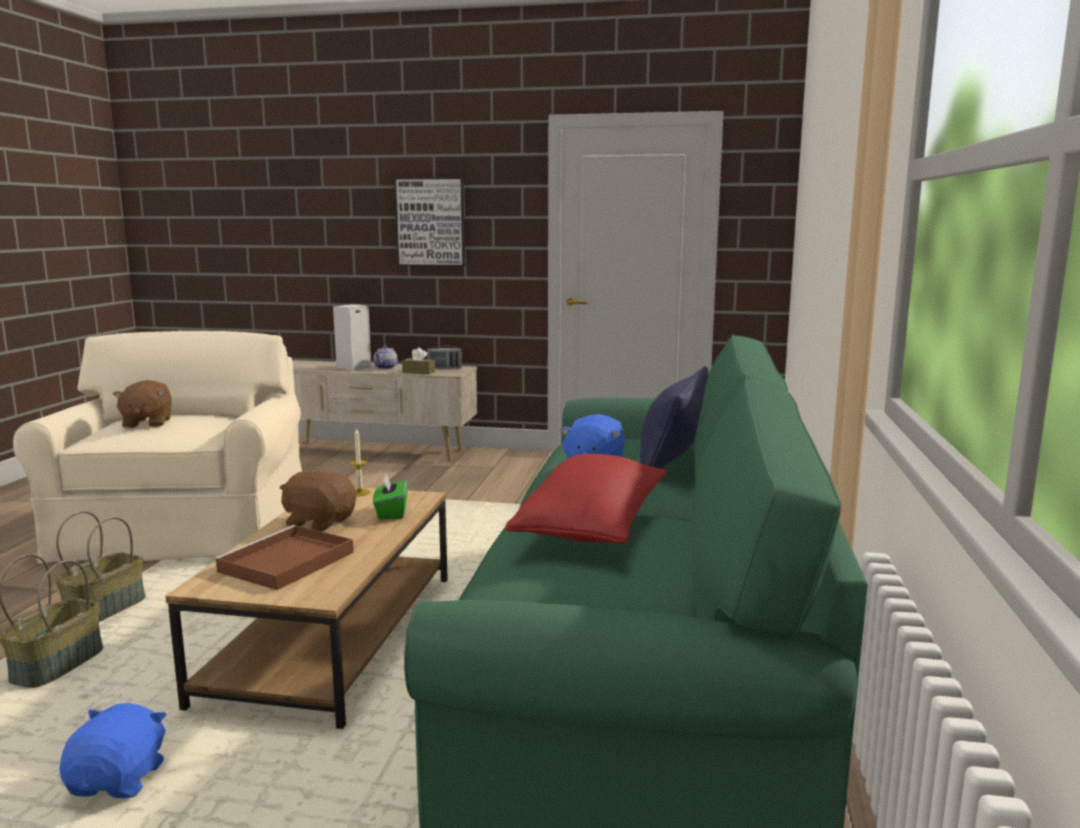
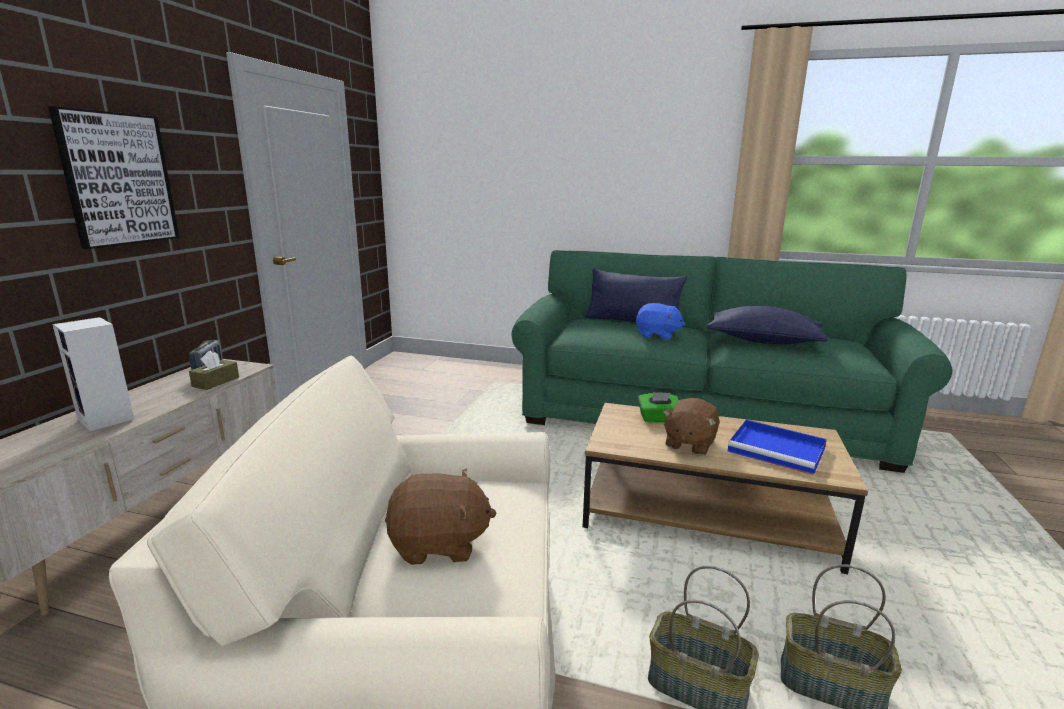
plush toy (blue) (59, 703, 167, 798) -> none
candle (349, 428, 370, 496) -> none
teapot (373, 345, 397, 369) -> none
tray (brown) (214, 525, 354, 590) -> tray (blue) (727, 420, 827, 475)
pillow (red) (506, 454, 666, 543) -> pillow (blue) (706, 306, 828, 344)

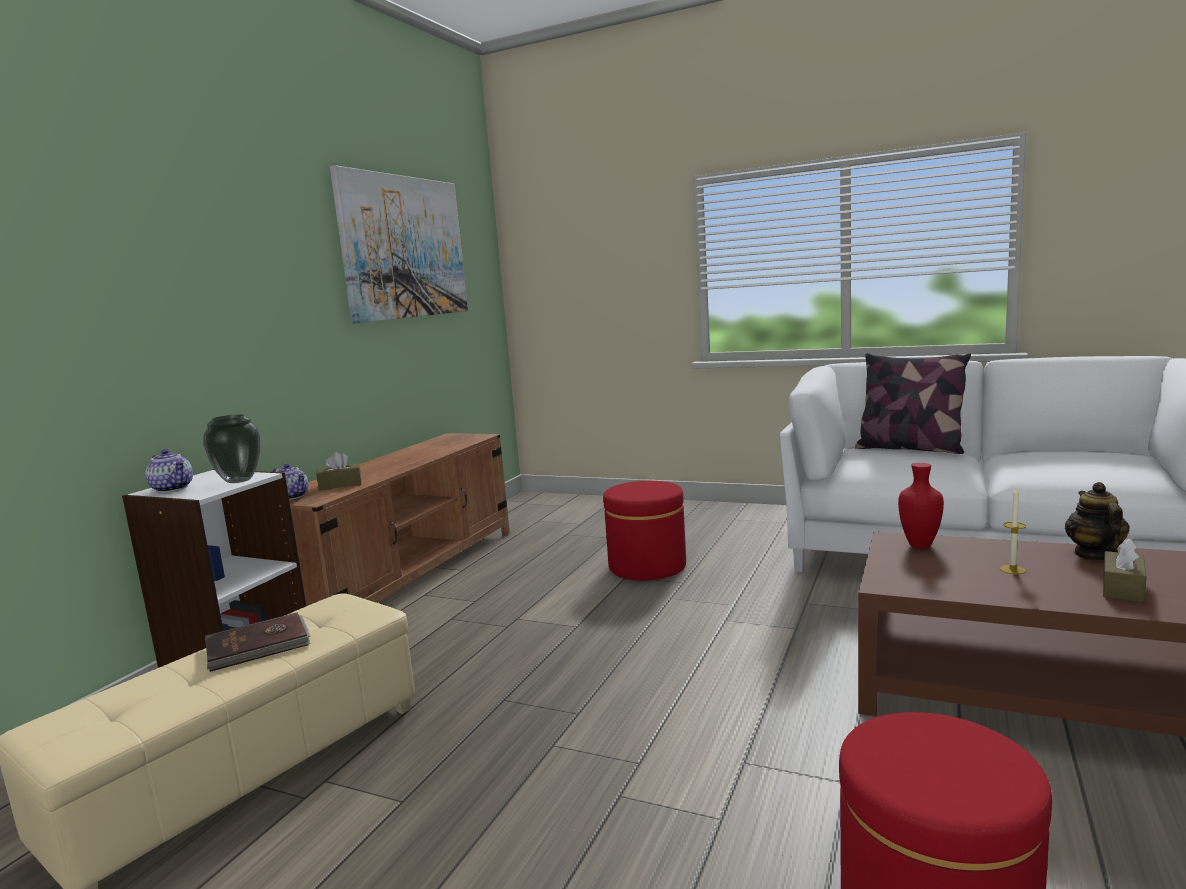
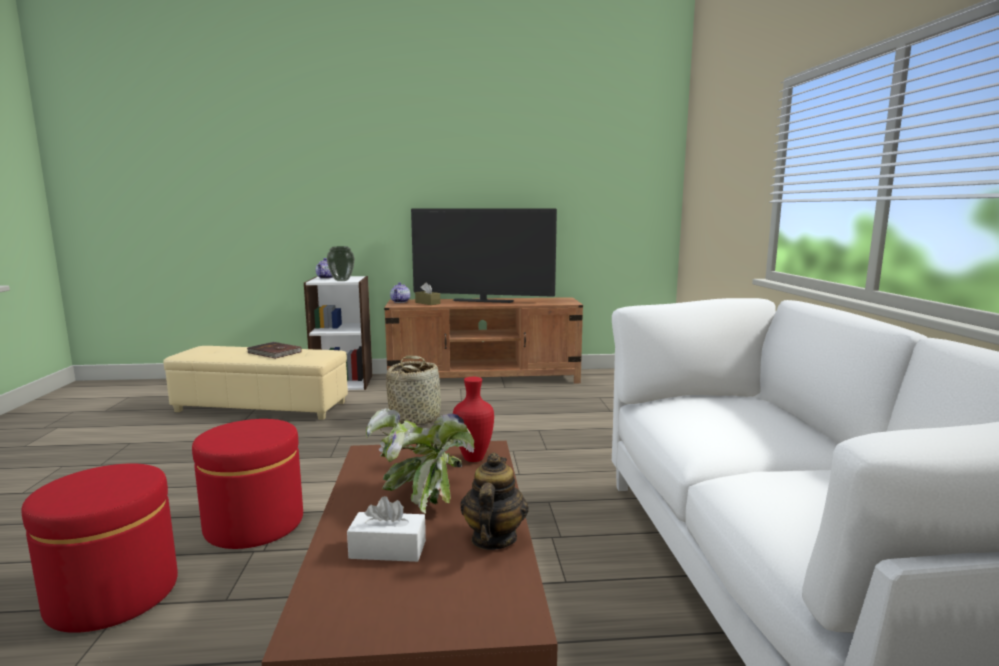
picture (330, 165, 468, 324) -> none
pillow (855, 353, 971, 454) -> none
none -> basket (386, 356, 441, 426)
none -> television (411, 208, 557, 303)
ottoman (red) (603, 481, 686, 581) -> ottoman (red) (192, 419, 303, 549), relocated
candle (1000, 486, 1026, 574) -> potted plant (366, 408, 474, 514)
tissue box (brown) (1103, 538, 1146, 603) -> tissue box (white) (347, 496, 426, 562)
teapot (1065, 482, 1130, 560) -> teapot (460, 452, 529, 550), 60 degrees counterclockwise

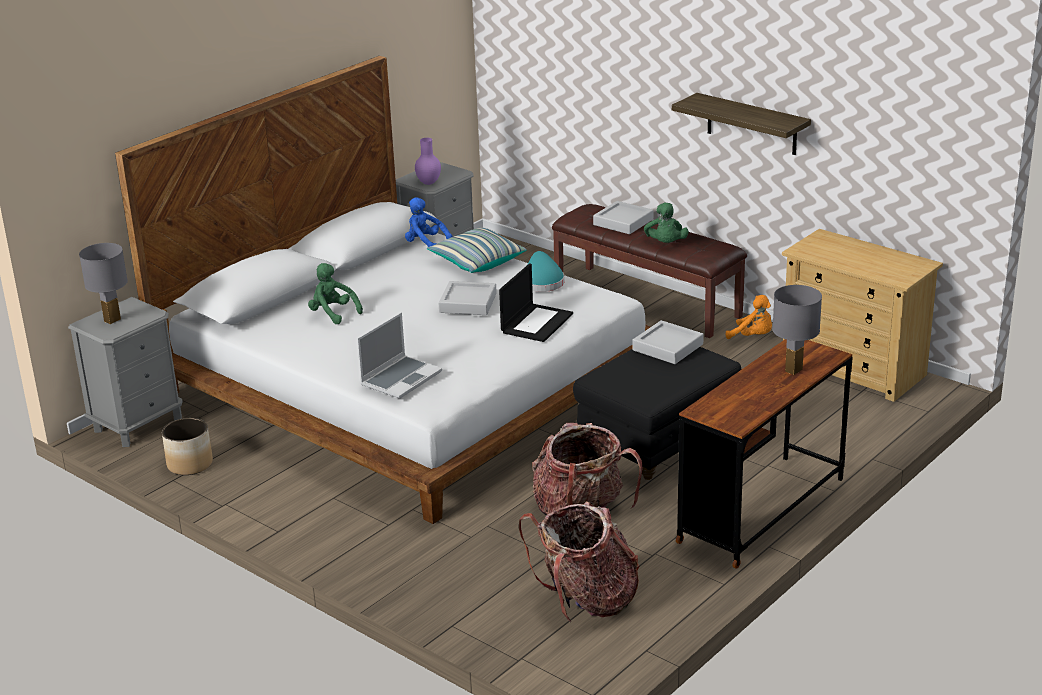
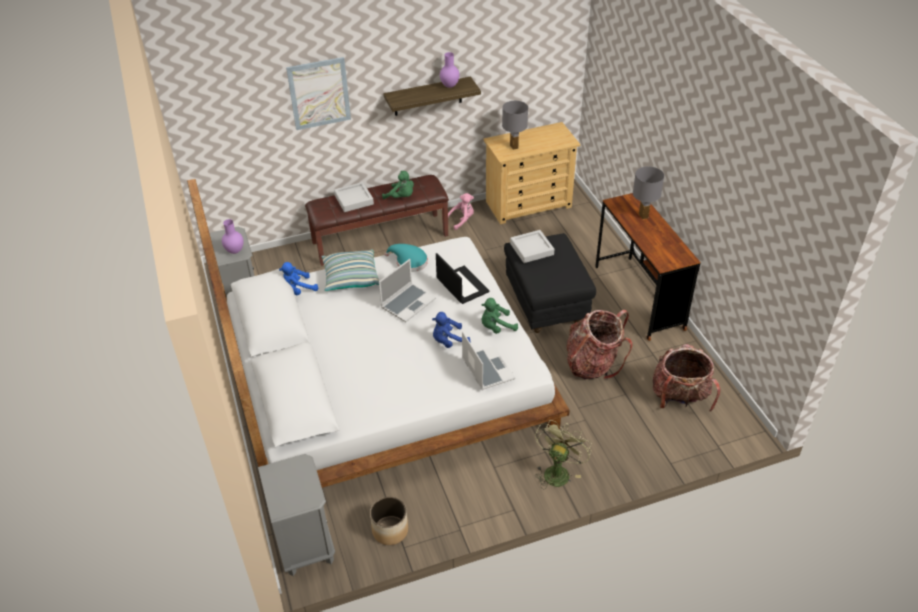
none -> picture (286, 57, 351, 130)
none -> plush toy (blue) (432, 312, 471, 348)
none -> vase (purple) (440, 52, 460, 88)
none -> fan (green) (535, 420, 591, 489)
table lamp (grey) (79, 243, 128, 324) -> table lamp (grey) (502, 101, 528, 150), relocated
plush toy (green) (308, 263, 363, 324) -> plush toy (green) (481, 298, 518, 334), relocated
tray (grey) (438, 281, 497, 315) -> laptop (379, 259, 436, 322)
plush toy (orange) (726, 295, 772, 339) -> plush toy (pink) (448, 193, 474, 230)

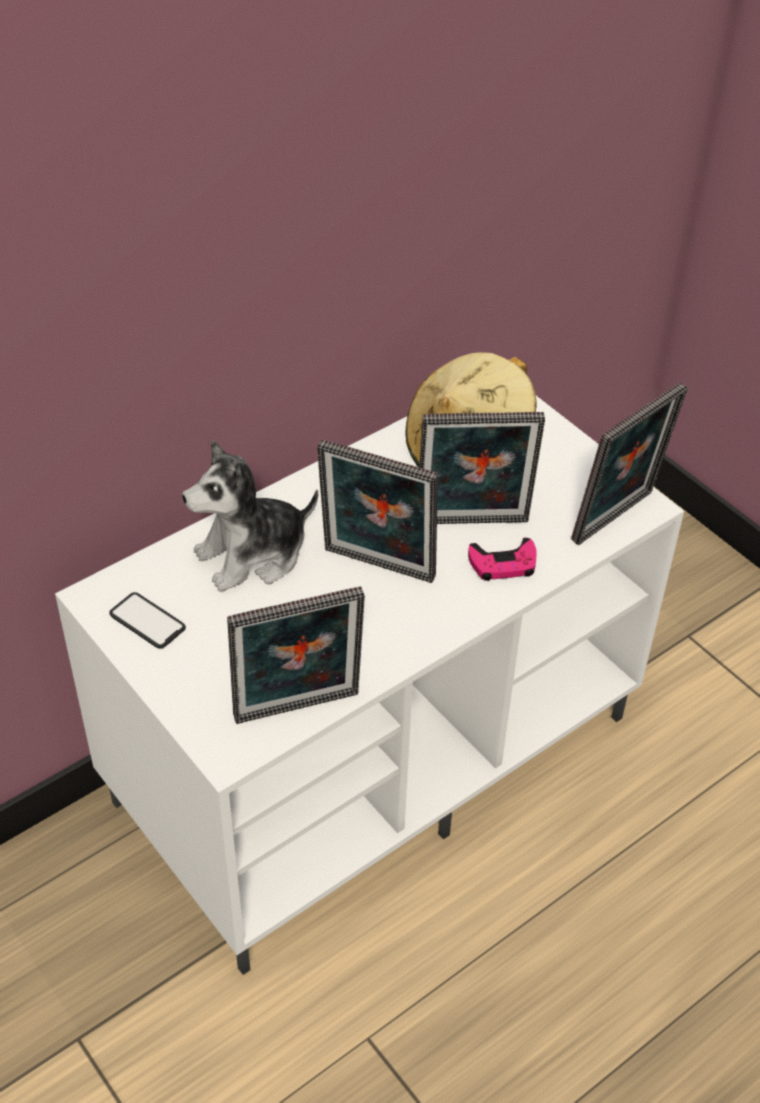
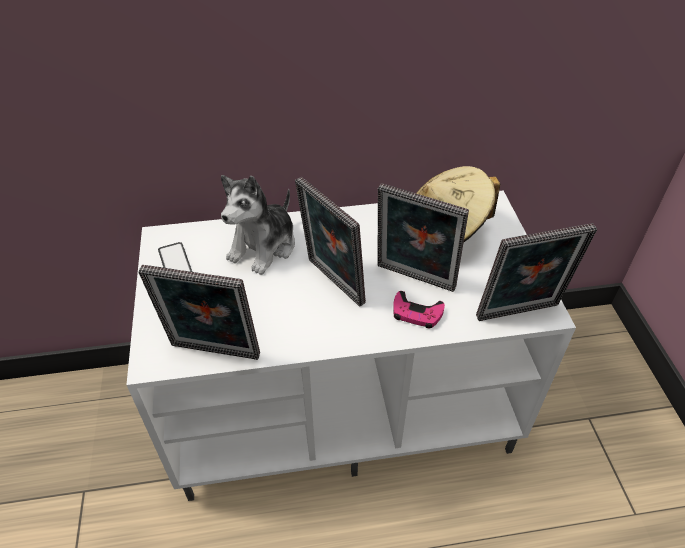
plush toy (182, 440, 318, 592) -> plush toy (221, 175, 295, 275), 60 degrees counterclockwise

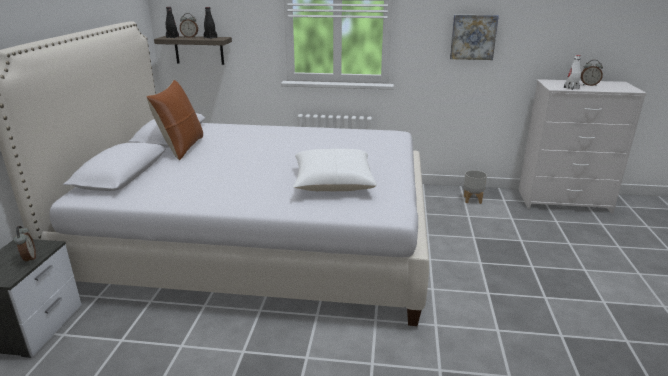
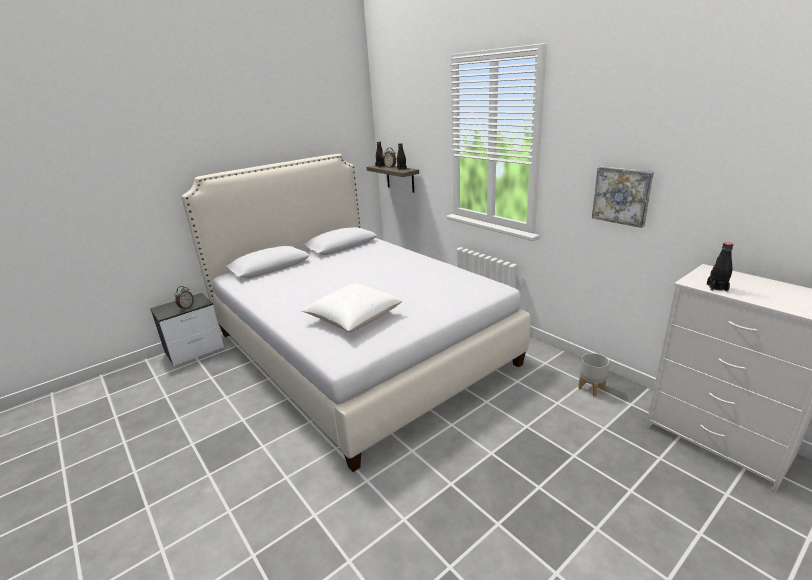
pillow (brown) (146, 80, 203, 160) -> none
alarm clock (581, 60, 603, 86) -> none
bottle (white) (564, 55, 581, 90) -> bottle (black) (707, 242, 733, 292)

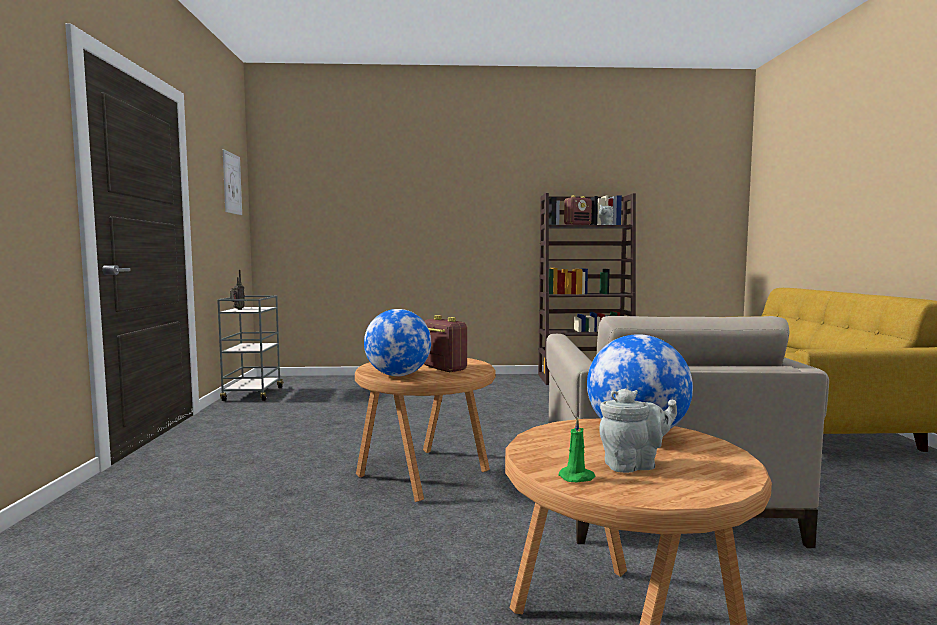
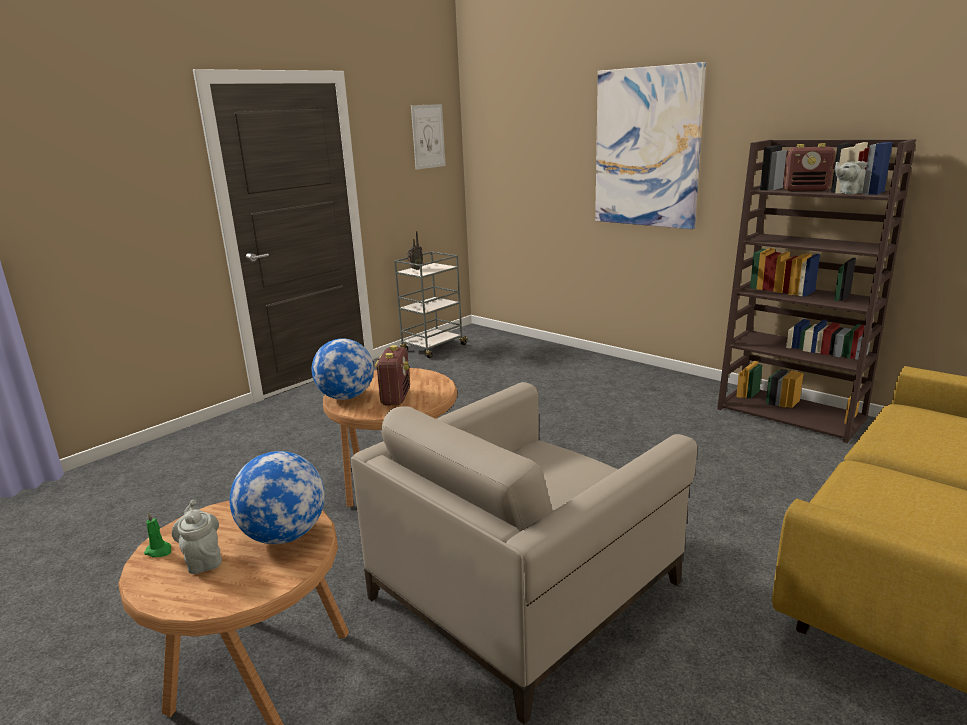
none -> picture (595, 62, 706, 229)
teapot (grey) (599, 388, 677, 473) -> teapot (grey) (172, 500, 222, 574), 150 degrees counterclockwise

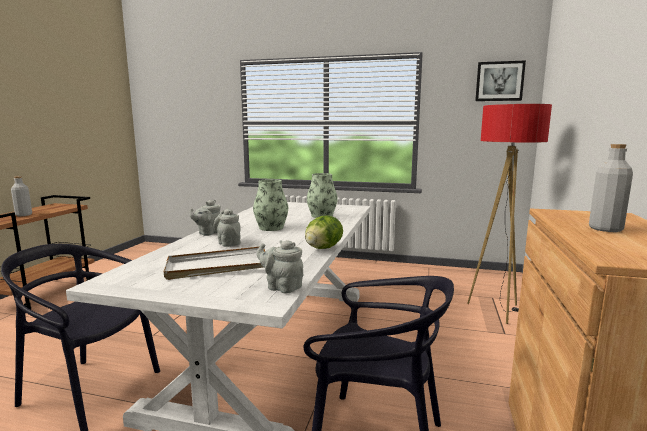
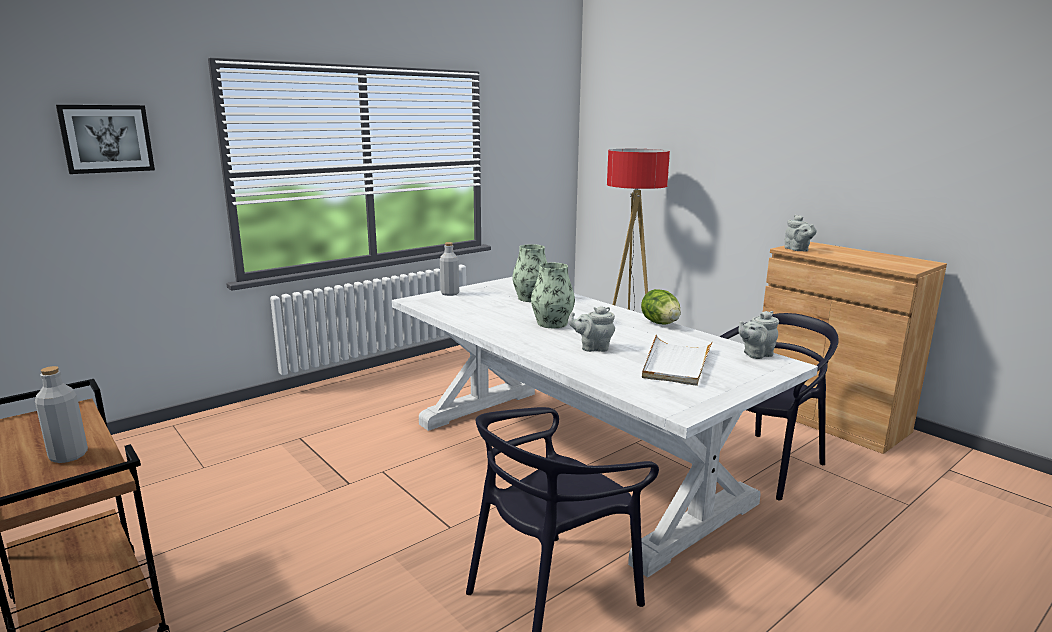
teapot (grey) (190, 200, 221, 236) -> teapot (grey) (784, 215, 817, 251), relocated
picture (475, 60, 526, 101) -> picture (56, 105, 155, 174), relocated
bottle (grey) (589, 144, 633, 232) -> bottle (grey) (440, 242, 459, 296), relocated

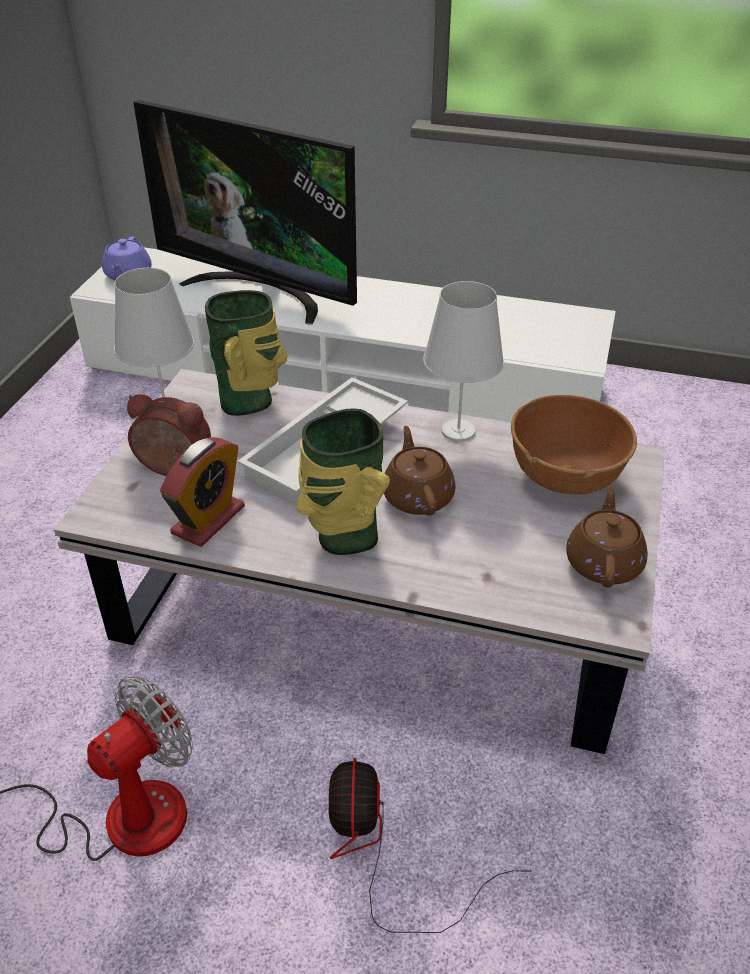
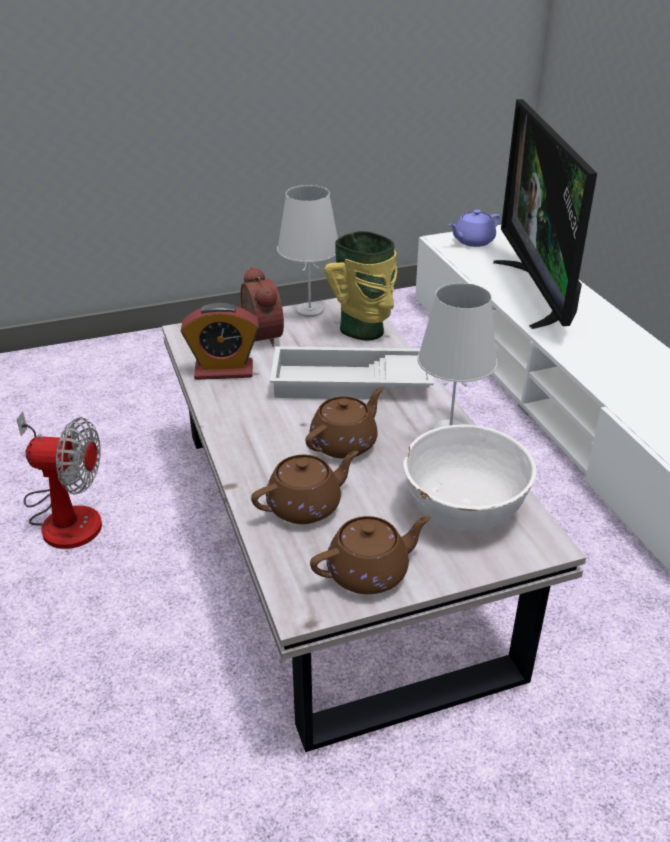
vase (296, 408, 390, 555) -> none
fan (329, 759, 532, 933) -> none
none -> teapot (brown) (251, 451, 359, 524)
bowl (brown) (511, 395, 637, 495) -> bowl (white) (403, 425, 537, 531)

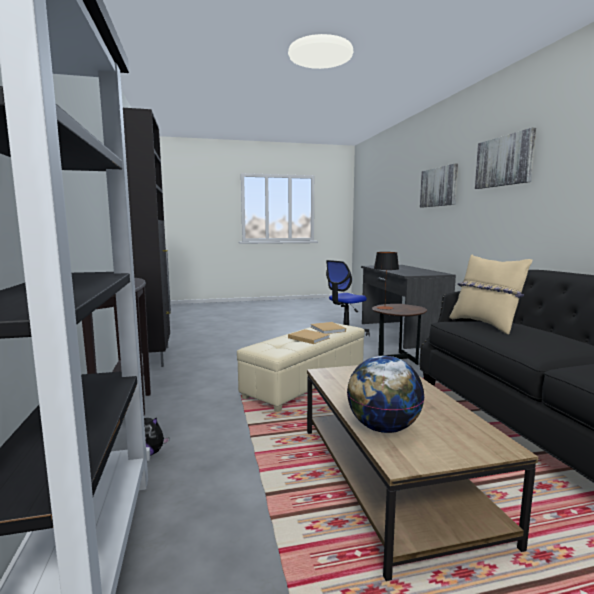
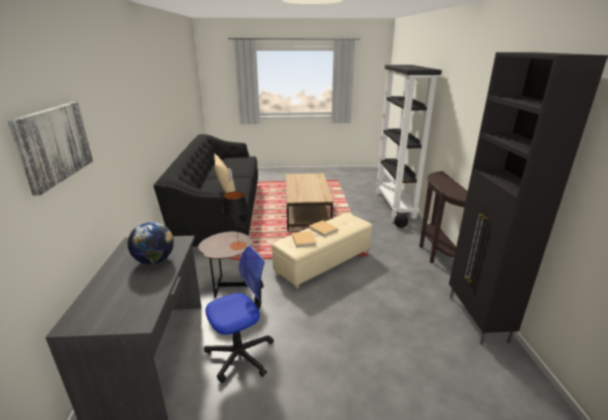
picture (475, 127, 536, 189) -> none
globe (347, 356, 425, 433) -> globe (128, 222, 174, 264), relocated

